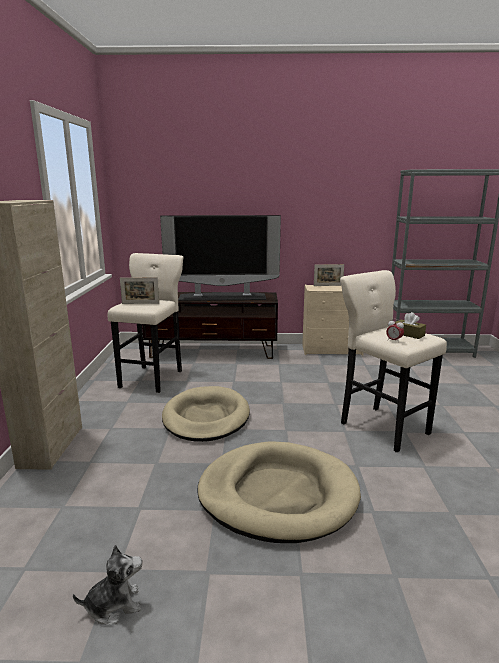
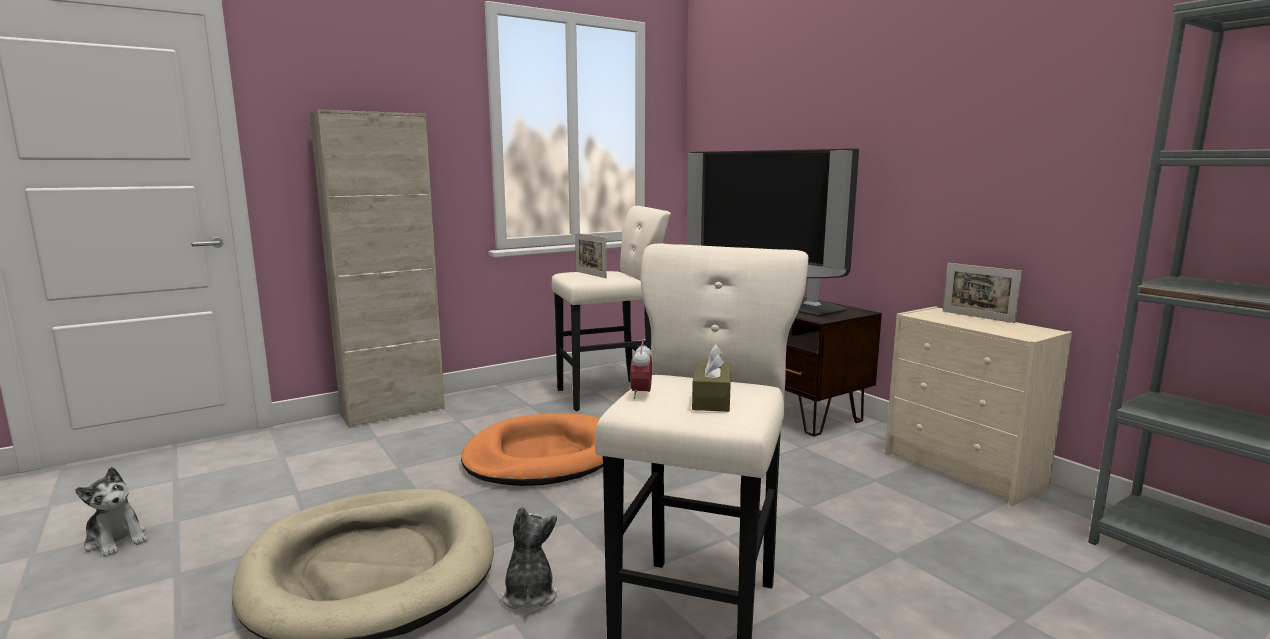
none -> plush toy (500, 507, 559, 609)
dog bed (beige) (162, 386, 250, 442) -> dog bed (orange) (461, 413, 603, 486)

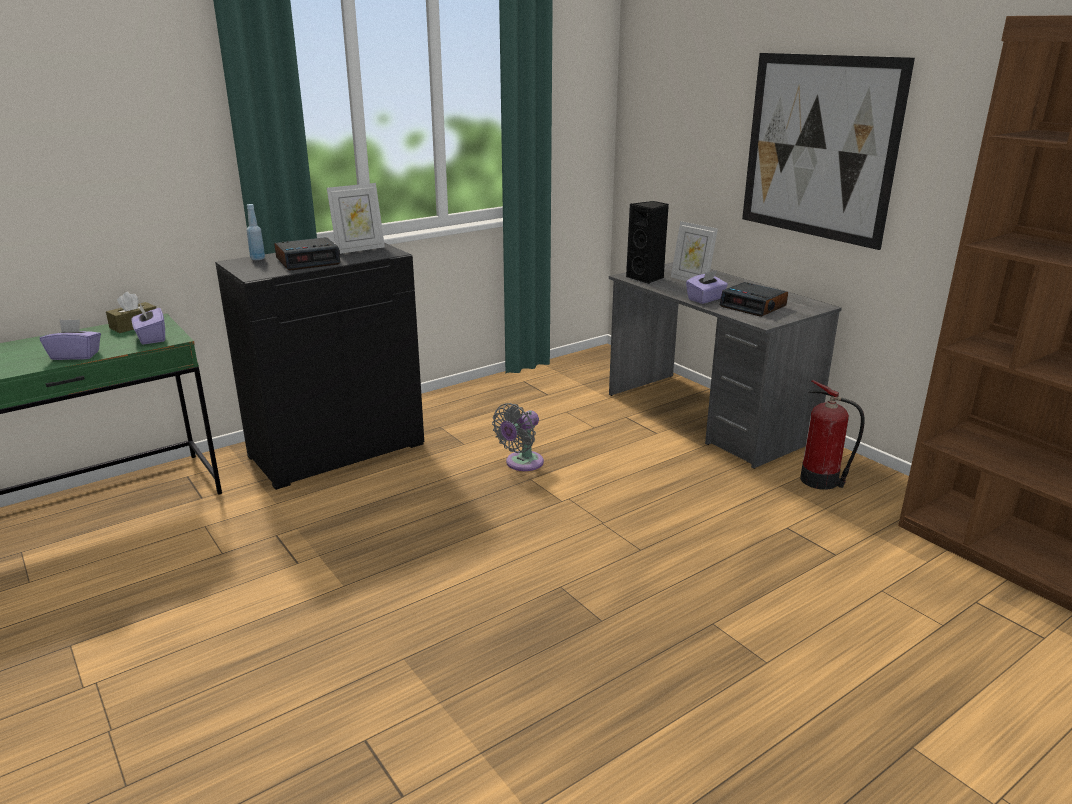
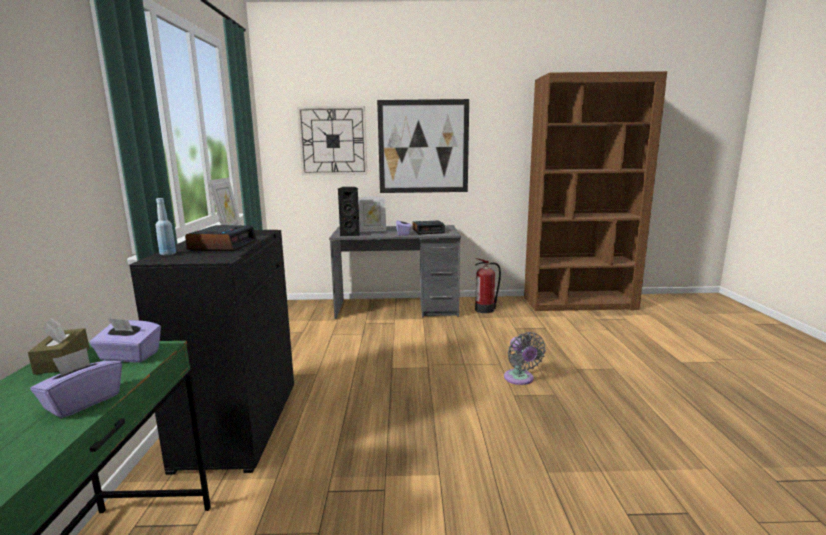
none -> wall clock (297, 106, 367, 175)
fan (grey) (492, 403, 544, 471) -> fan (grey) (504, 332, 546, 385), relocated

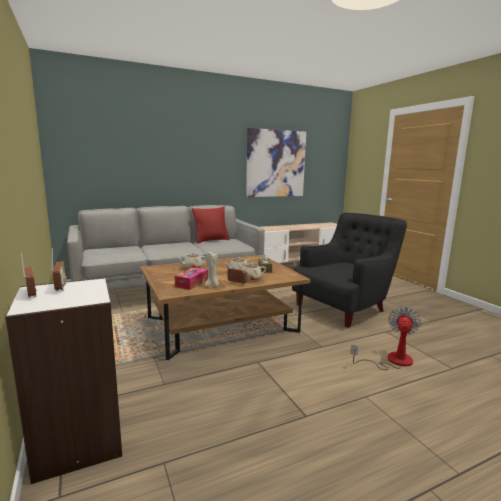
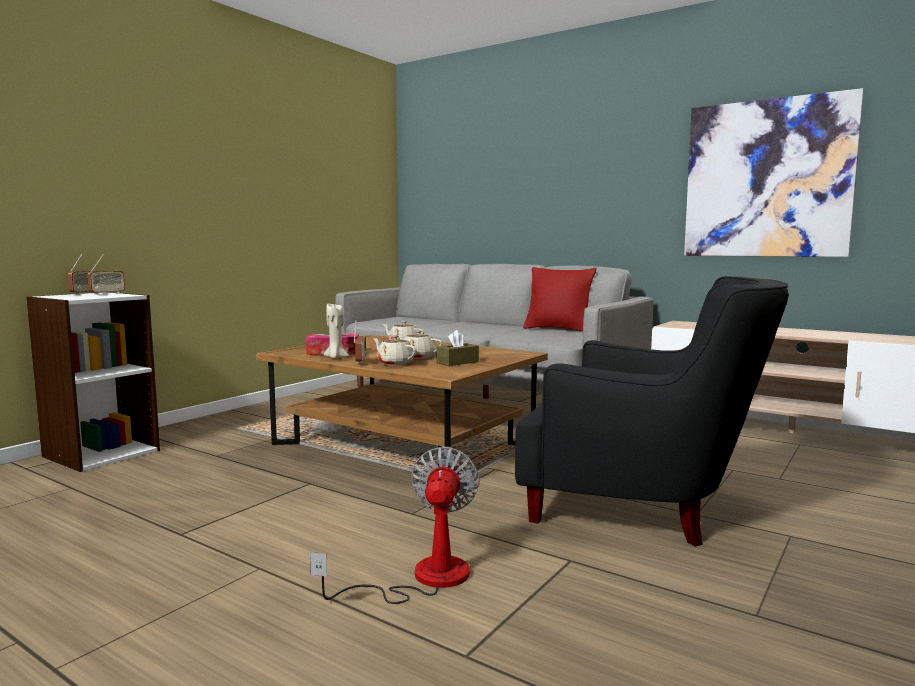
fan (350, 307, 421, 370) -> fan (310, 447, 479, 604), 75 degrees counterclockwise

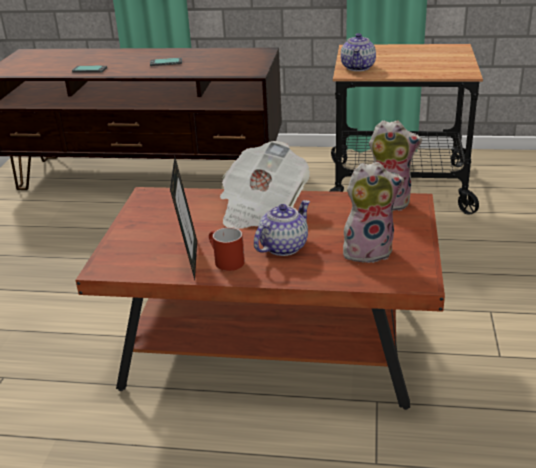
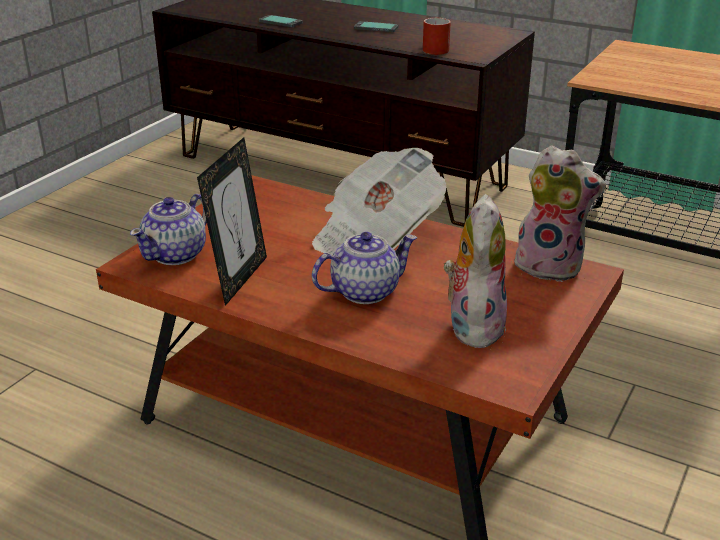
mug (red) (209, 227, 245, 271) -> mug (red) (423, 18, 451, 55), relocated
teapot (341, 33, 376, 71) -> teapot (130, 194, 207, 265), relocated
plush toy (343, 162, 404, 263) -> plush toy (444, 194, 507, 348), 90 degrees counterclockwise

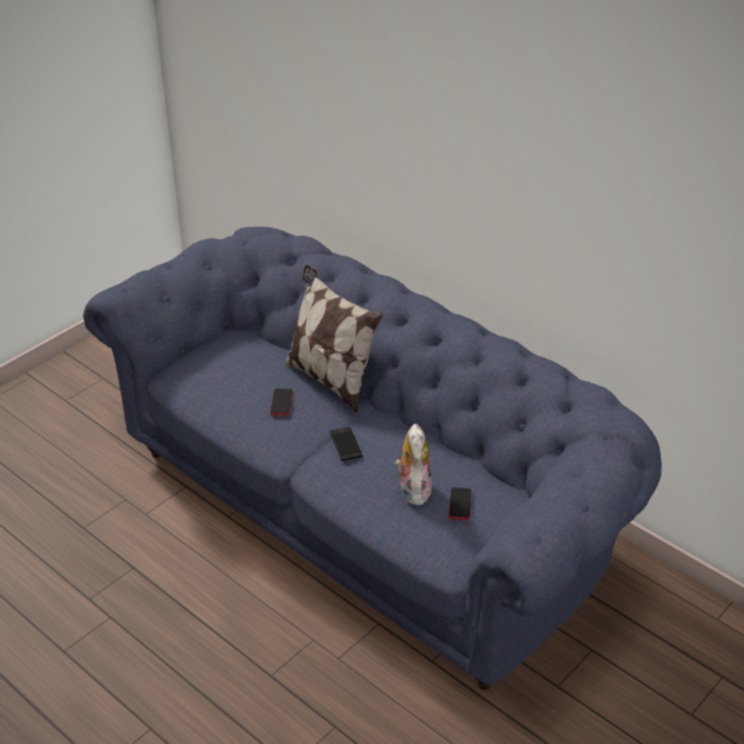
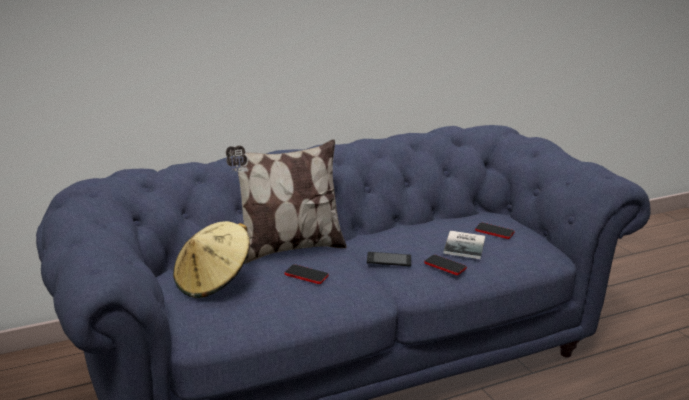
none -> hat (beige) (173, 221, 250, 298)
none -> phone (424, 255, 467, 275)
plush toy (395, 424, 432, 505) -> book (443, 231, 485, 259)

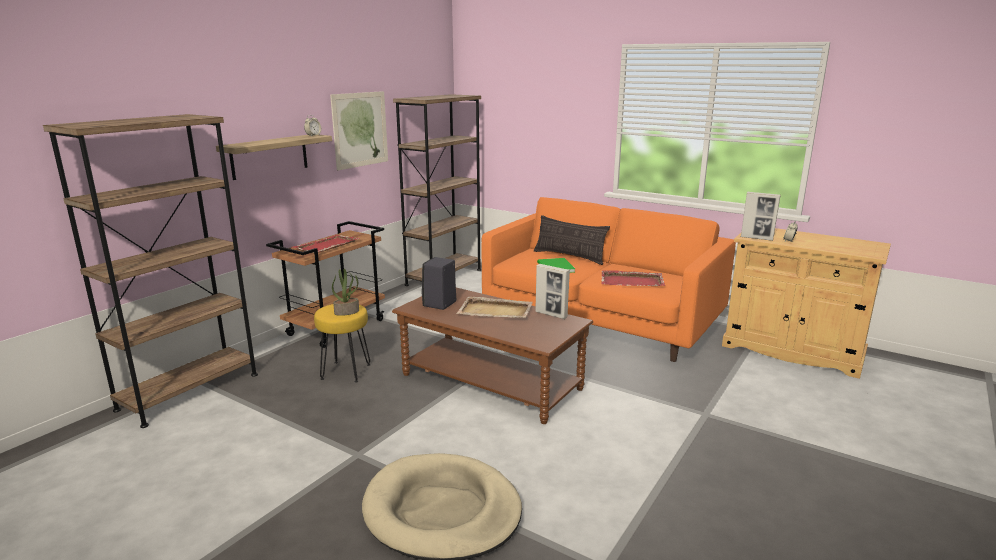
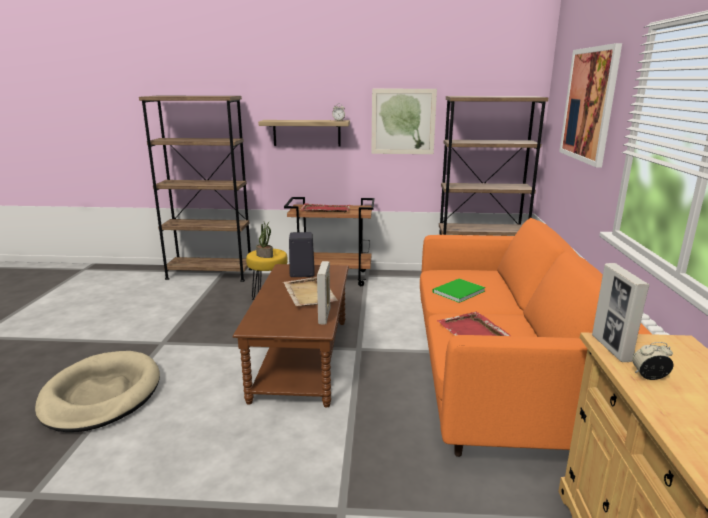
pillow (534, 215, 610, 265) -> none
none -> picture (559, 43, 622, 167)

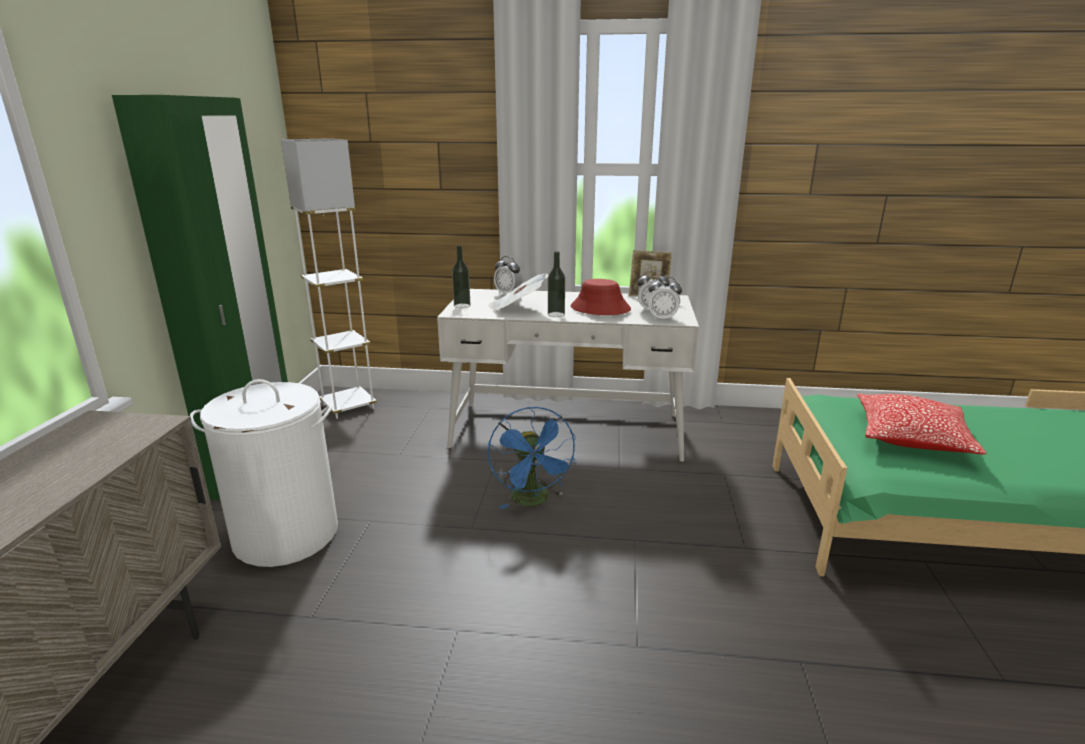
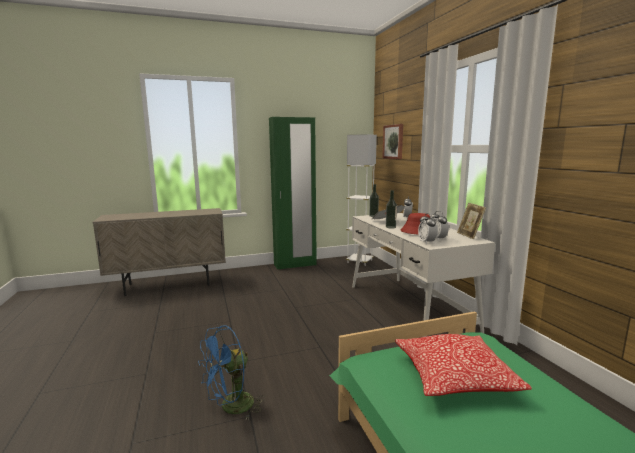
laundry basket (white) (190, 379, 338, 567) -> none
none -> picture (382, 124, 403, 159)
fan (blue) (488, 407, 576, 509) -> fan (blue) (198, 325, 265, 419), relocated

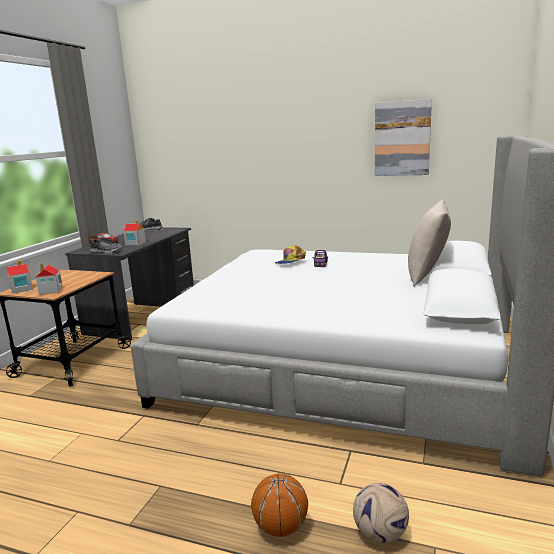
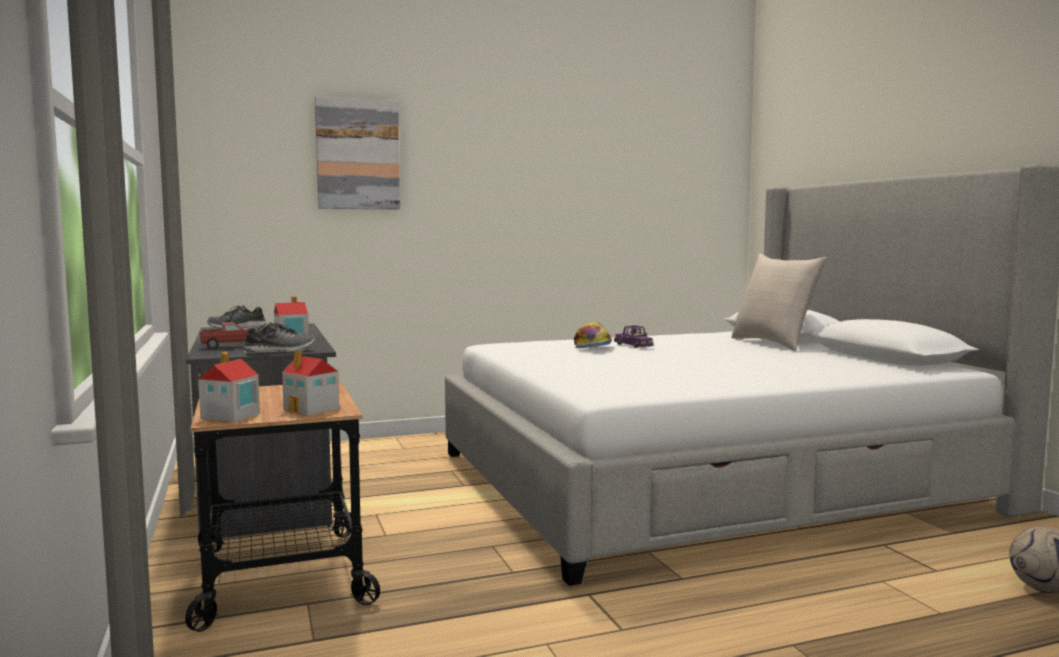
basketball (251, 474, 308, 537) -> none
picture (375, 99, 432, 176) -> picture (315, 97, 400, 209), relocated

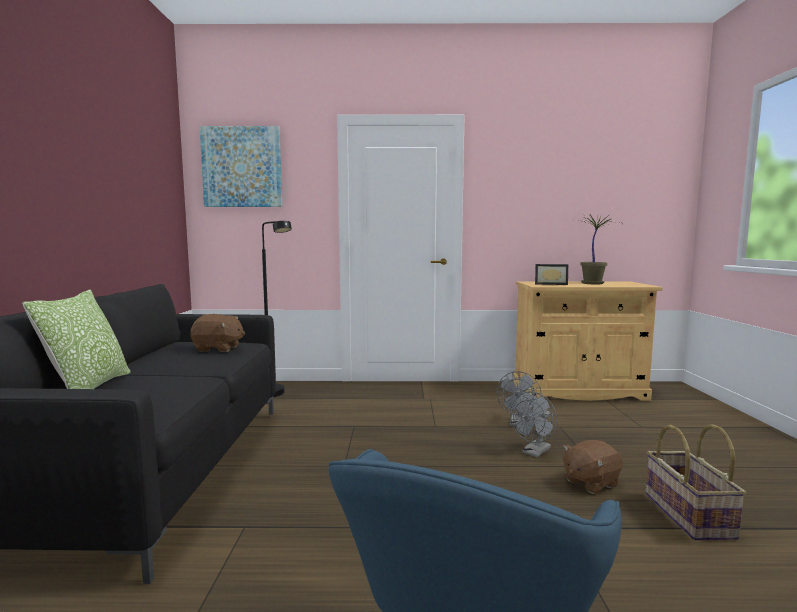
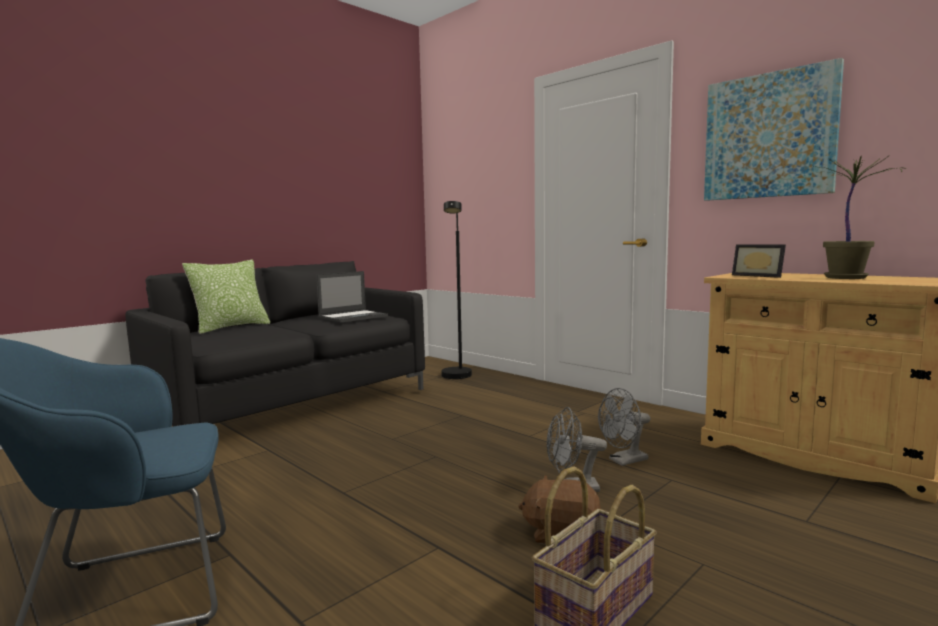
picture (199, 126, 282, 207) -> picture (704, 58, 844, 201), relocated
plush toy (brown) (190, 314, 245, 352) -> laptop (316, 271, 388, 322)

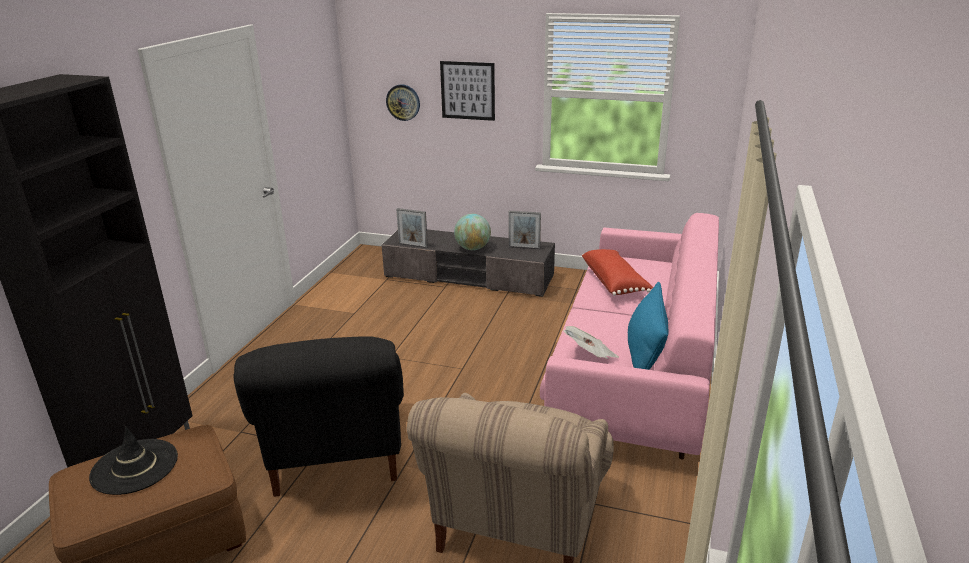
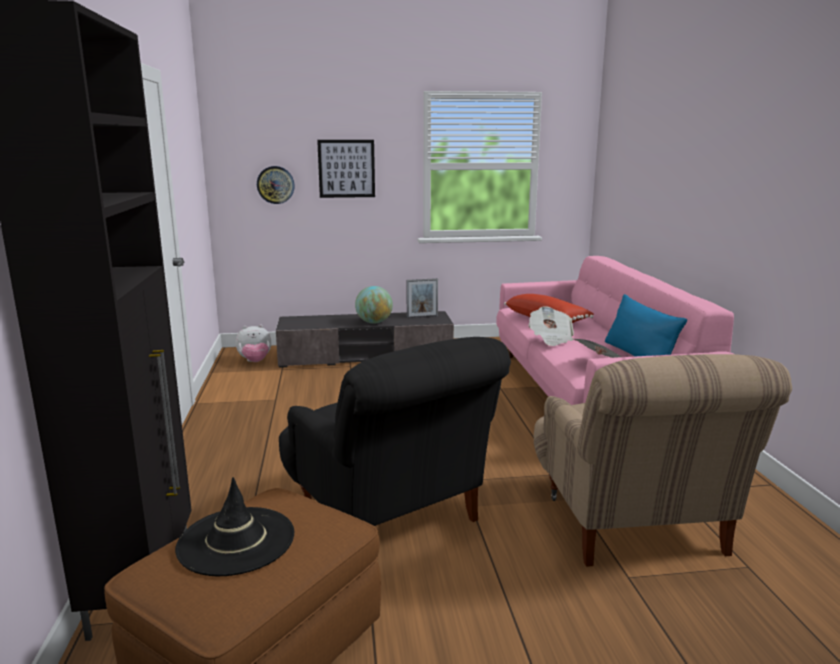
picture frame (396, 208, 428, 248) -> none
none -> plush toy (236, 324, 271, 362)
none -> newspaper (528, 306, 574, 346)

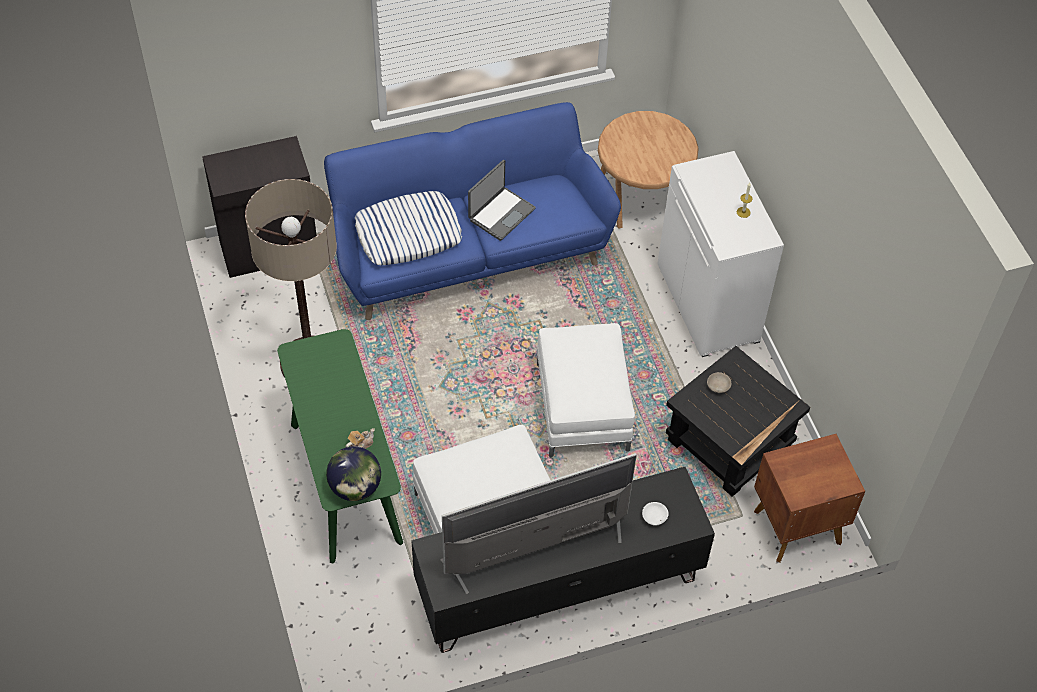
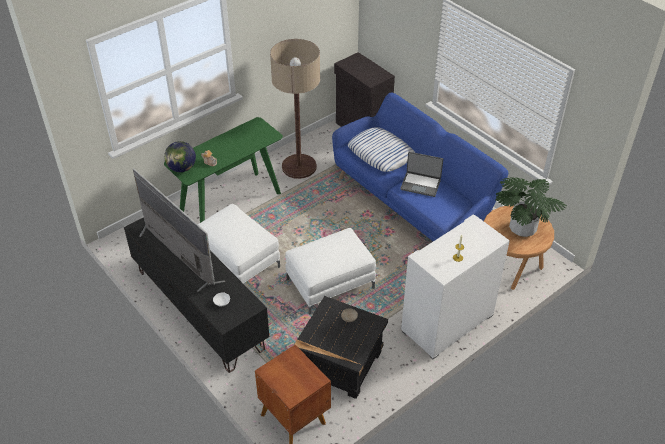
none -> potted plant (495, 177, 567, 237)

